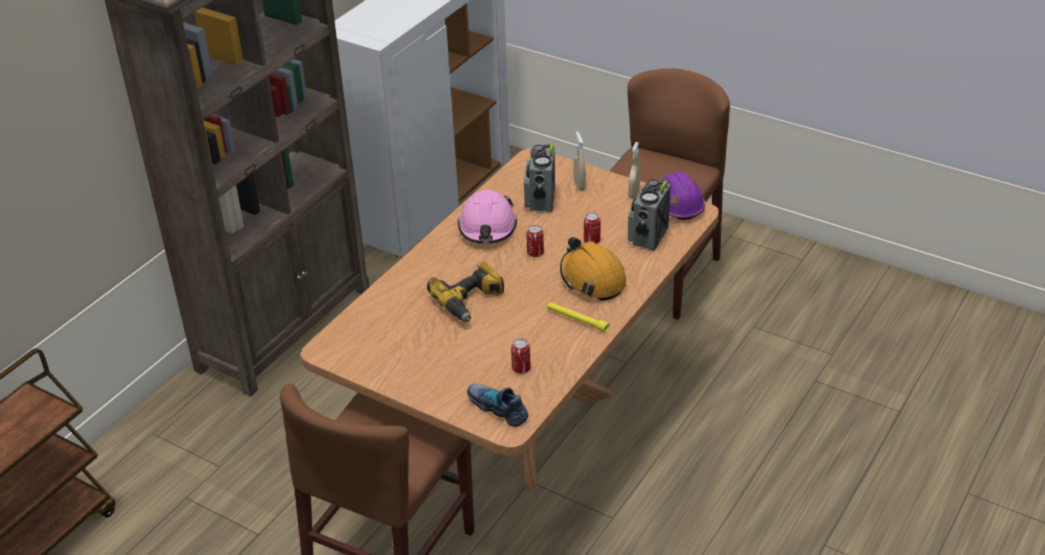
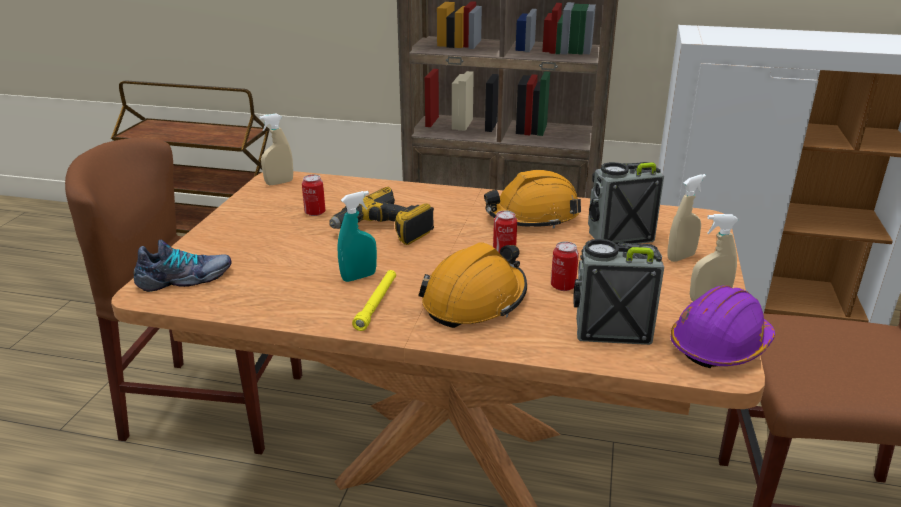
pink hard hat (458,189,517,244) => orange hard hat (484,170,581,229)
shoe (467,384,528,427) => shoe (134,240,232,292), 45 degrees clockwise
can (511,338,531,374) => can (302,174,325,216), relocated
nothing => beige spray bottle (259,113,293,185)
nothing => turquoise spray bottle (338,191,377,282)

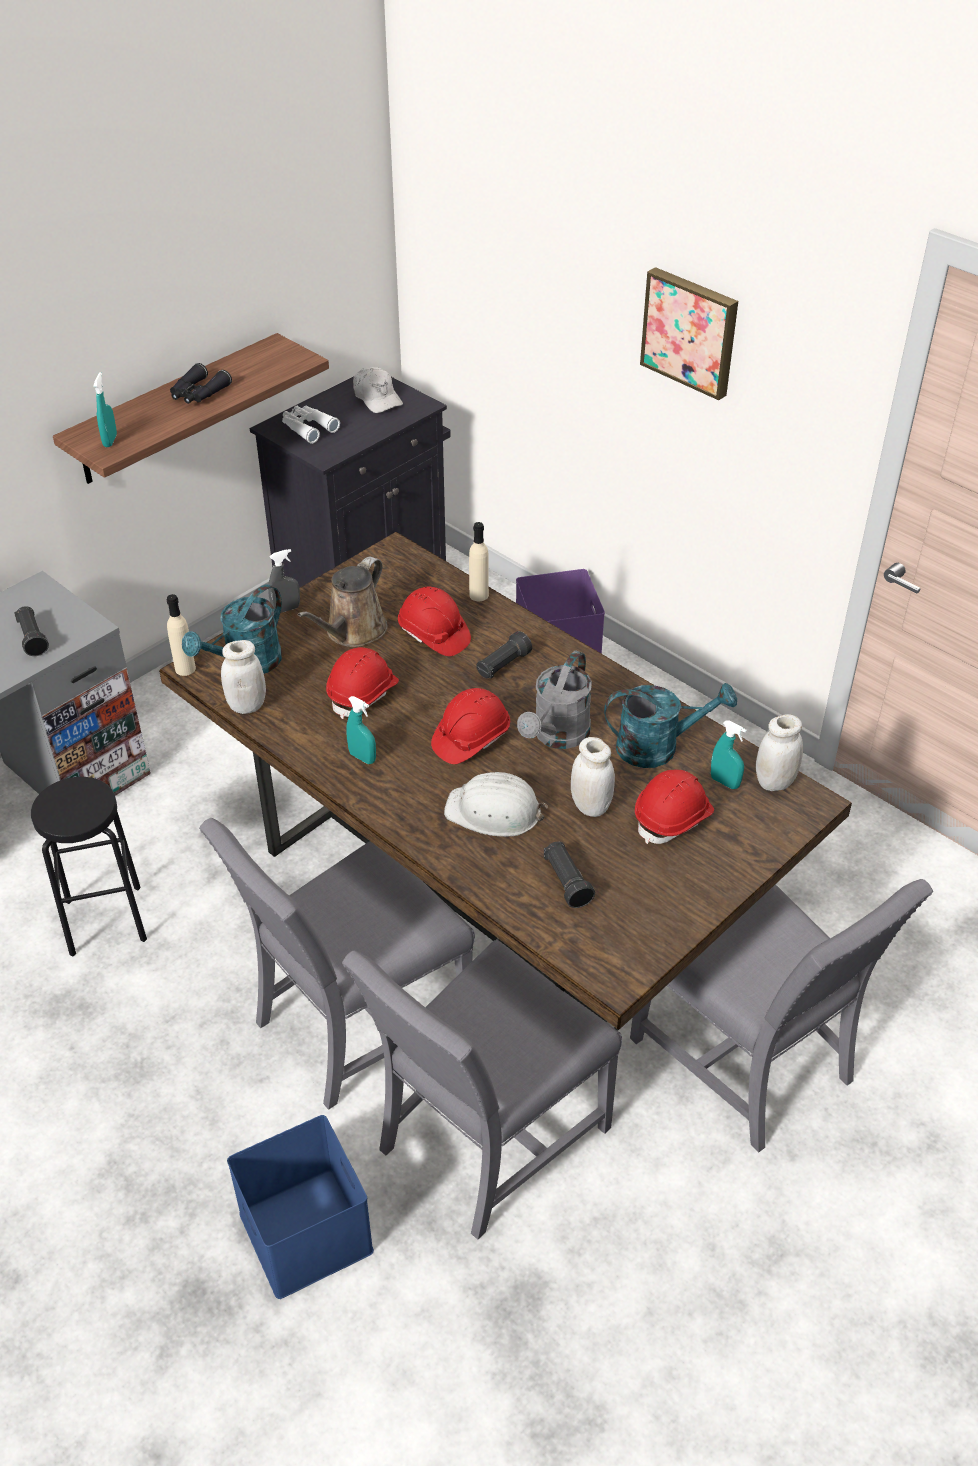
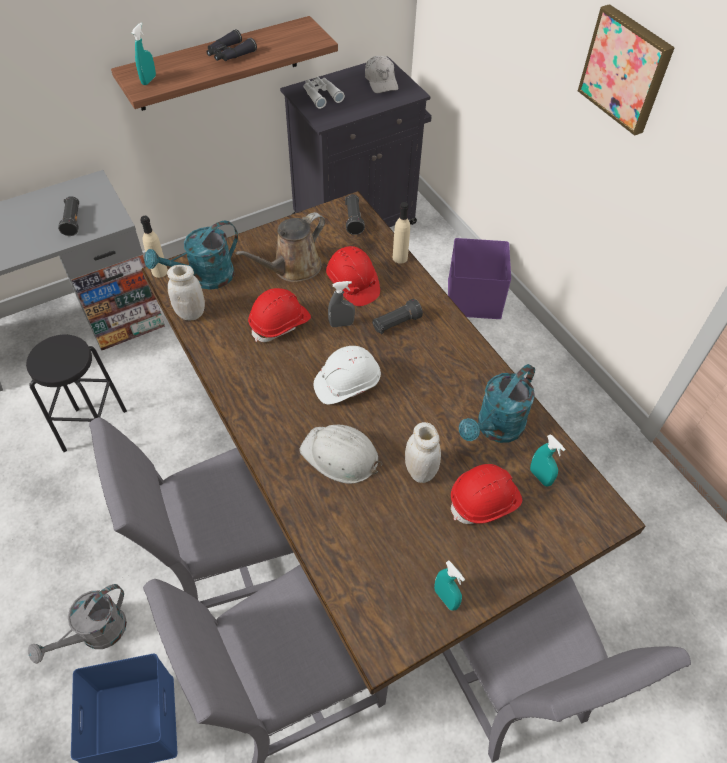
grey spray bottle (268,549,300,613) => grey spray bottle (328,281,355,327), relocated
turquoise spray bottle (346,696,376,764) => turquoise spray bottle (434,561,465,611), relocated
red hard hat (431,688,510,764) => white hard hat (314,346,381,405)
grey watering can (517,650,592,749) => grey watering can (28,584,127,664), relocated
black flashlight (544,841,595,908) => black flashlight (345,194,365,235), relocated
turquoise watering can (604,683,737,768) => turquoise watering can (459,364,535,443), 120 degrees clockwise
white jar (756,714,803,791) => nothing

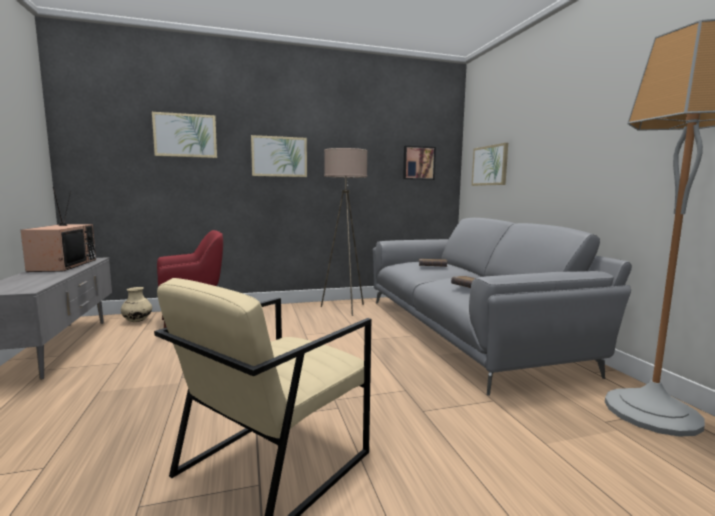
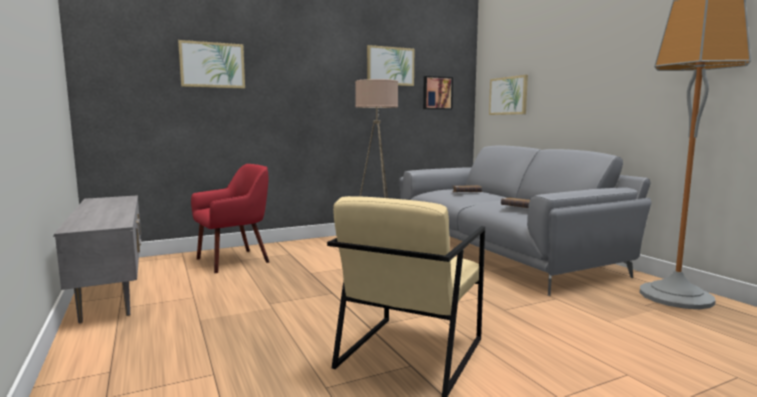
television (21,187,96,272) => nothing
beige vase (121,287,152,322) => nothing
picture (251,135,307,177) => picture (367,45,414,86), relocated

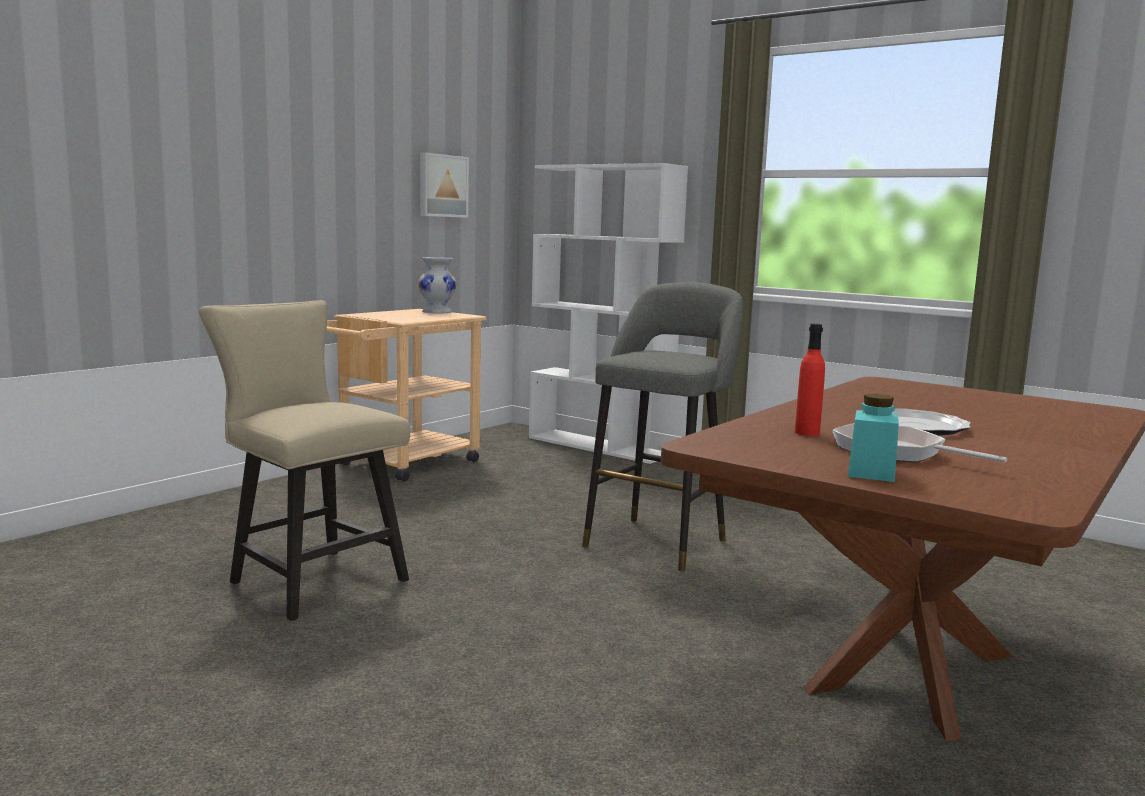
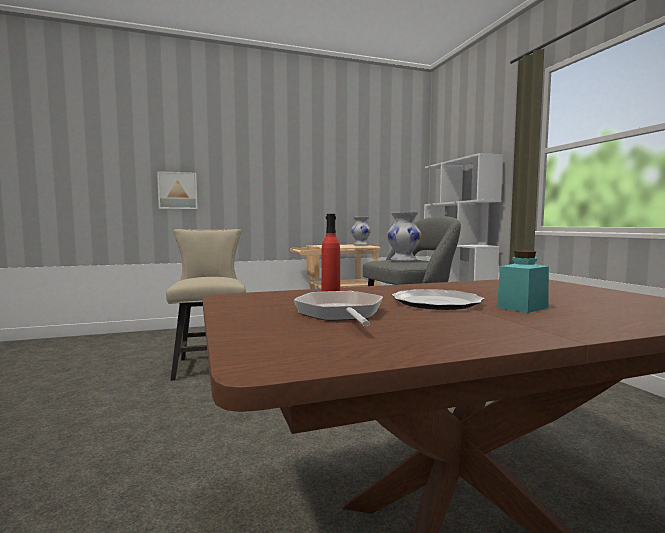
picture (420,153,469,218) => picture (157,171,198,209), relocated
turquoise jar (848,394,899,482) => turquoise jar (497,251,549,313), relocated
nothing => white vase (387,212,421,261)

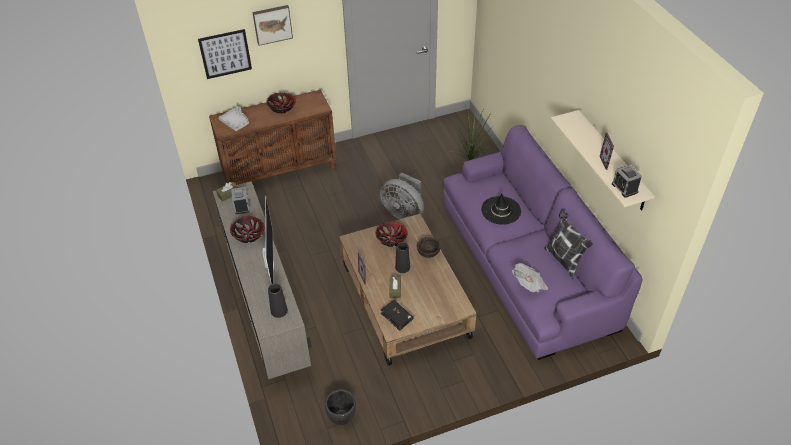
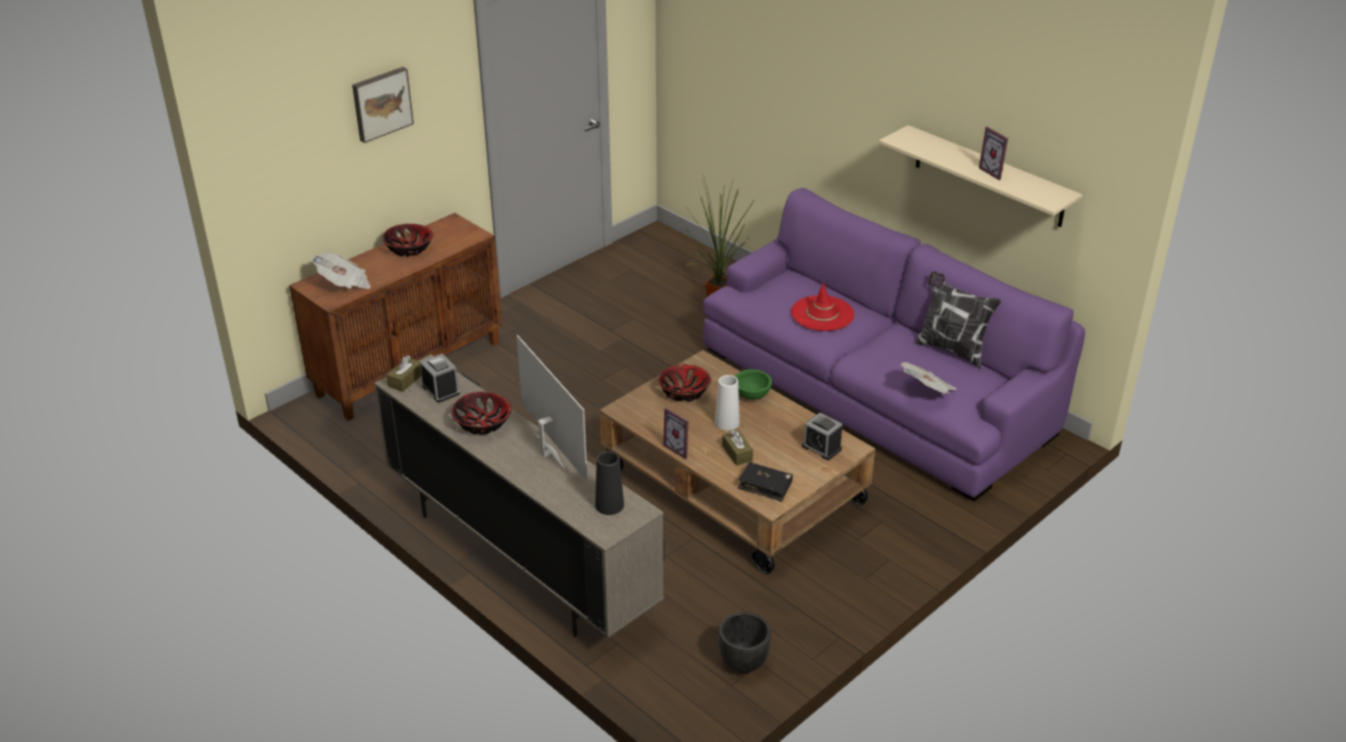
picture (198,29,252,79) => nothing
grey tray (219,106,249,131) => newspaper (311,253,371,289)
grey fan (380,172,424,219) => nothing
black vase (395,242,410,273) => white vase (715,375,740,430)
brown bowl (417,237,441,258) => green bowl (735,369,772,400)
black hat (481,194,521,225) => red hat (791,282,854,331)
alarm clock (612,165,642,198) => alarm clock (802,413,842,460), relocated

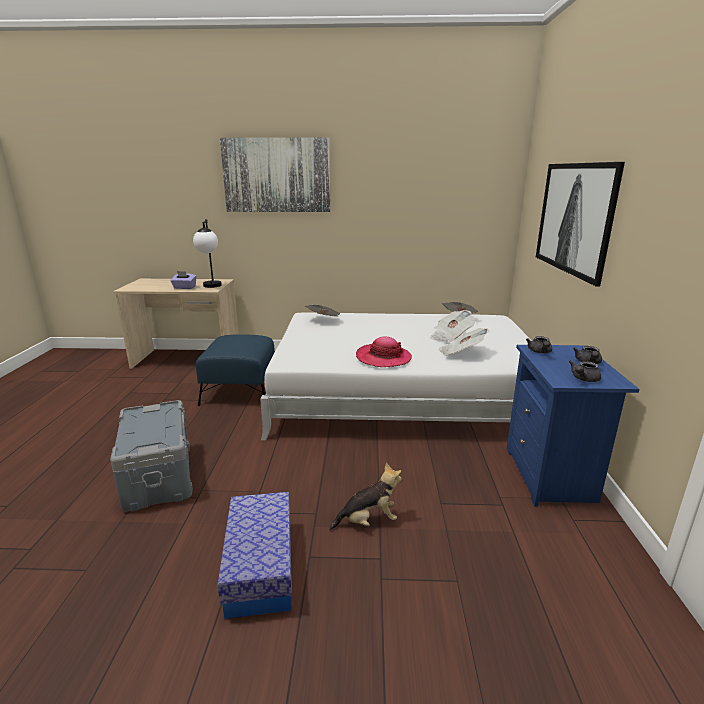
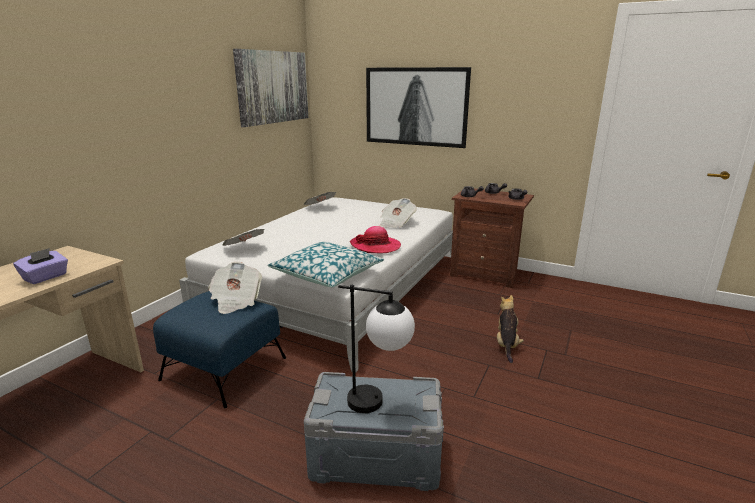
table lamp (193,219,222,288) => table lamp (338,285,415,413), relocated
storage box (217,492,292,619) => nothing
picture (220,137,331,212) => picture (233,49,308,127), relocated
newspaper (430,310,475,342) => newspaper (208,262,262,314), relocated
blue nightstand (507,345,639,507) => brown nightstand (450,189,534,288)
nothing => pillow (268,242,384,287)

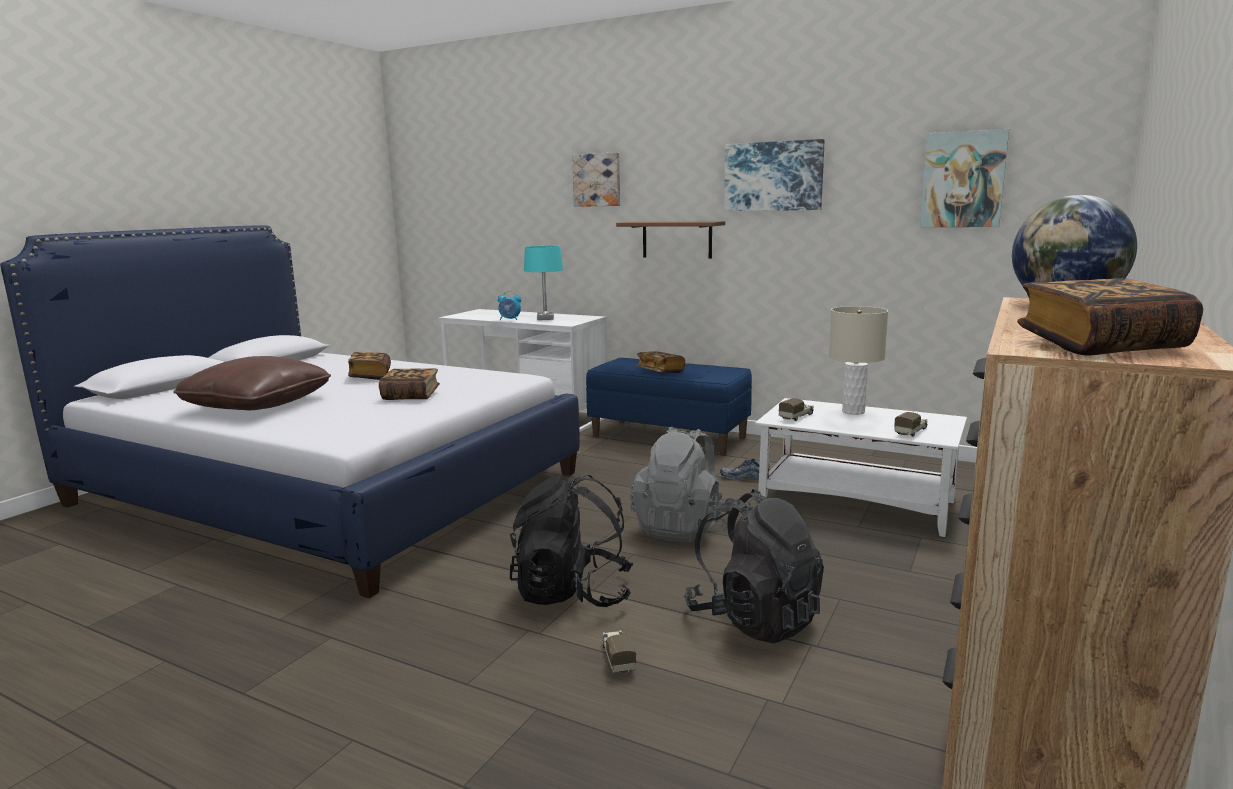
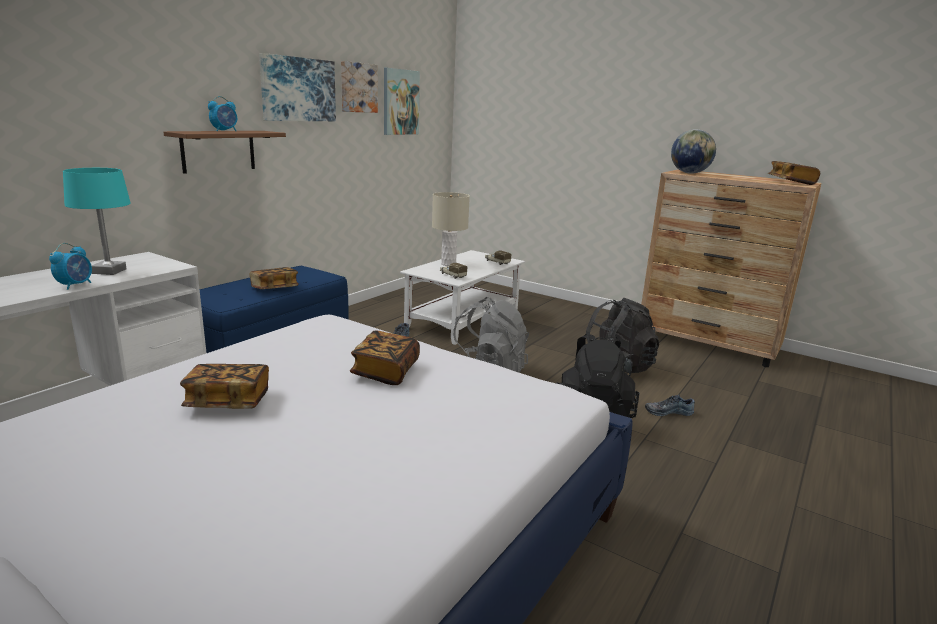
brown pillow (173,356,331,410) => nothing
picture (572,152,620,207) => picture (341,61,378,113), relocated
toy truck (602,630,636,675) => shoe (645,395,695,416)
nothing => alarm clock (208,96,237,131)

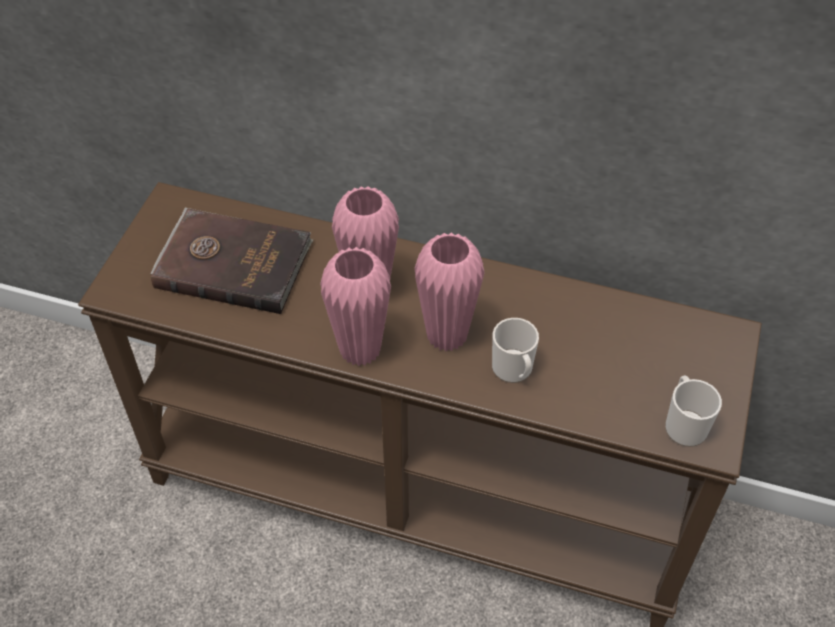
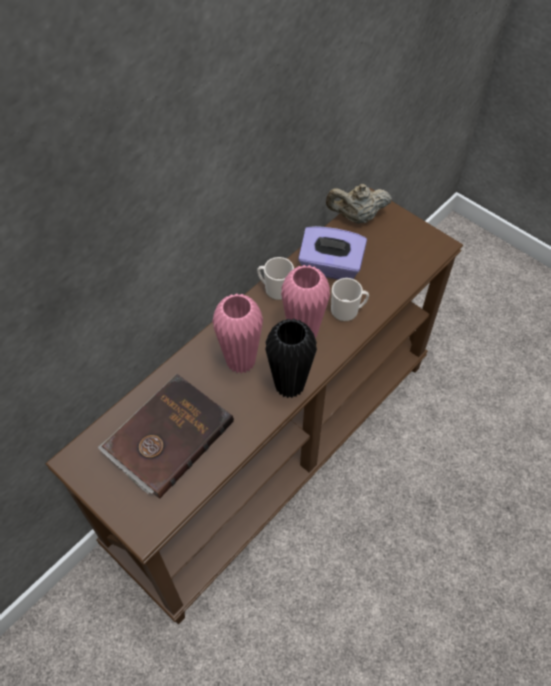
pink vase (320,247,391,366) => black vase (265,319,317,398)
mug (665,376,722,447) => mug (257,257,294,300), relocated
nothing => purple tissue box (298,226,367,280)
nothing => beige teapot (326,184,392,224)

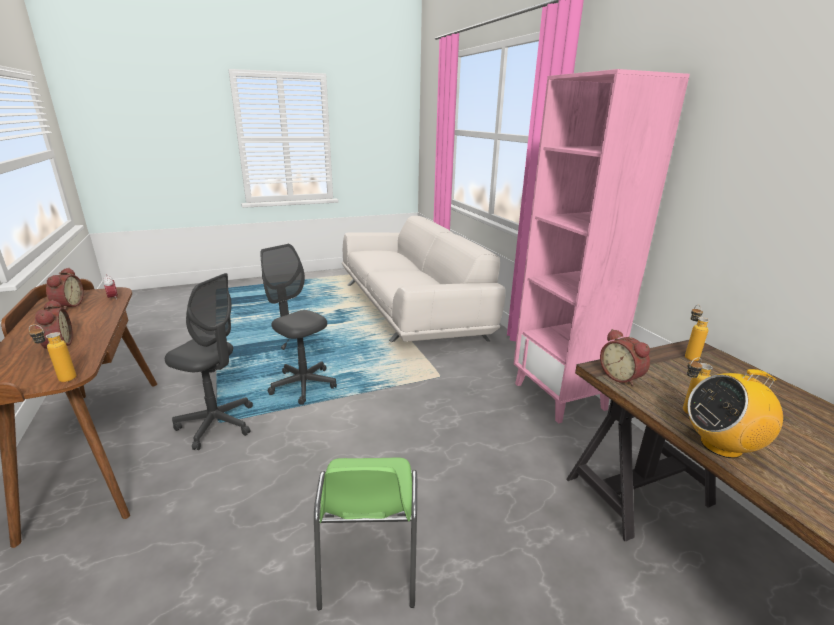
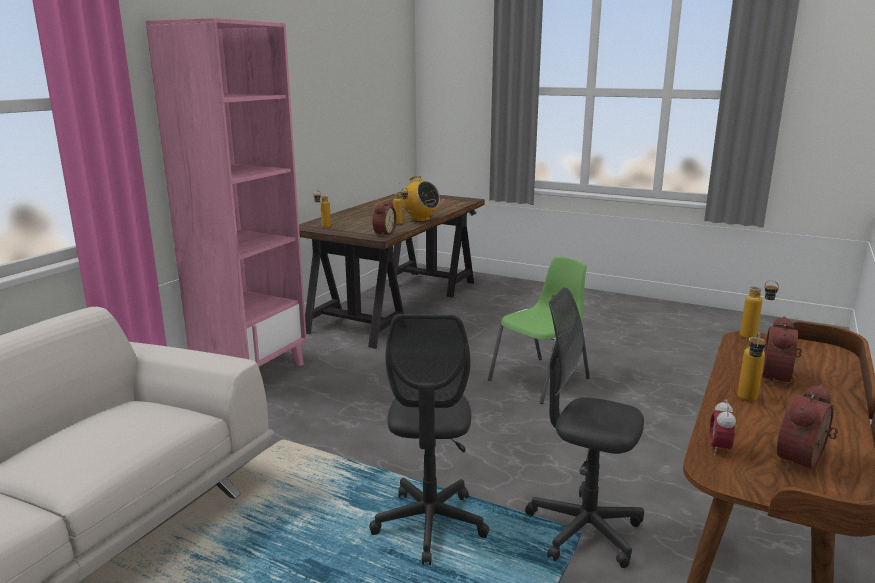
grey office chair (165,273,253,450) => grey office chair (525,287,644,568), 45 degrees counterclockwise
nothing => bottle (737,332,766,401)

